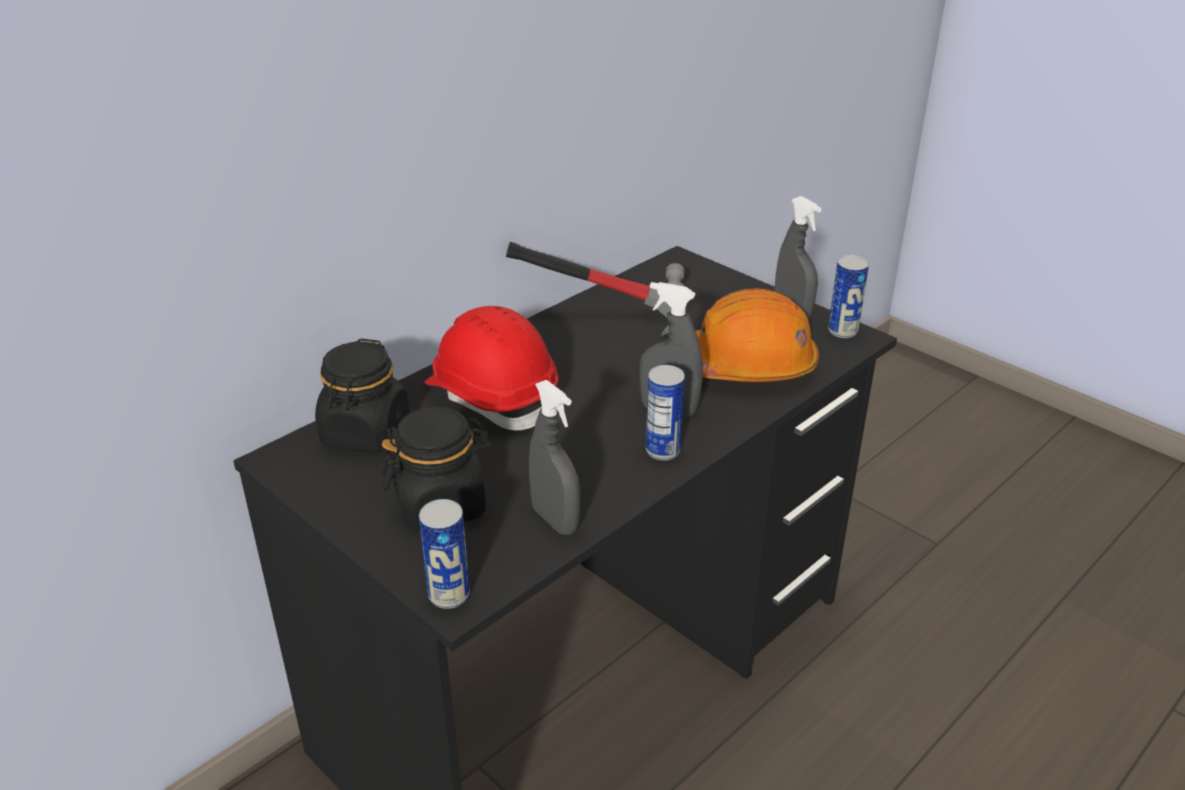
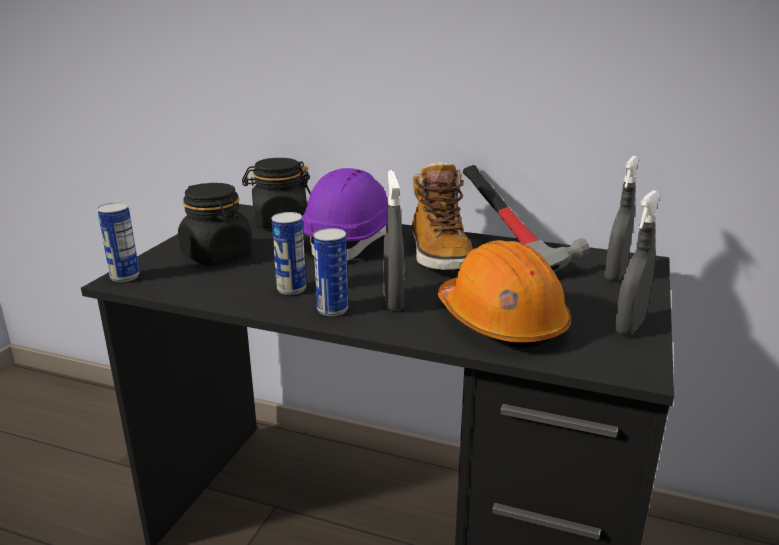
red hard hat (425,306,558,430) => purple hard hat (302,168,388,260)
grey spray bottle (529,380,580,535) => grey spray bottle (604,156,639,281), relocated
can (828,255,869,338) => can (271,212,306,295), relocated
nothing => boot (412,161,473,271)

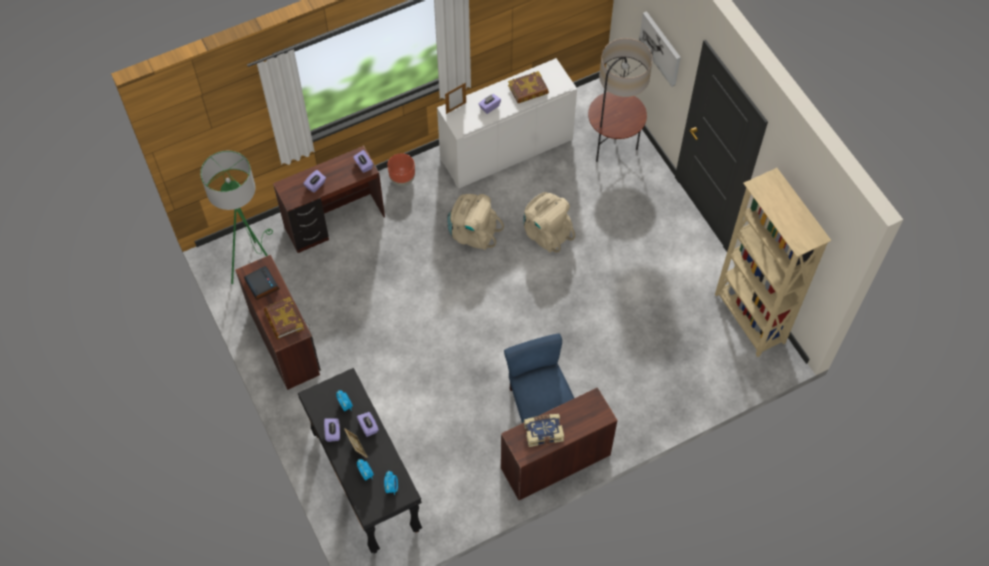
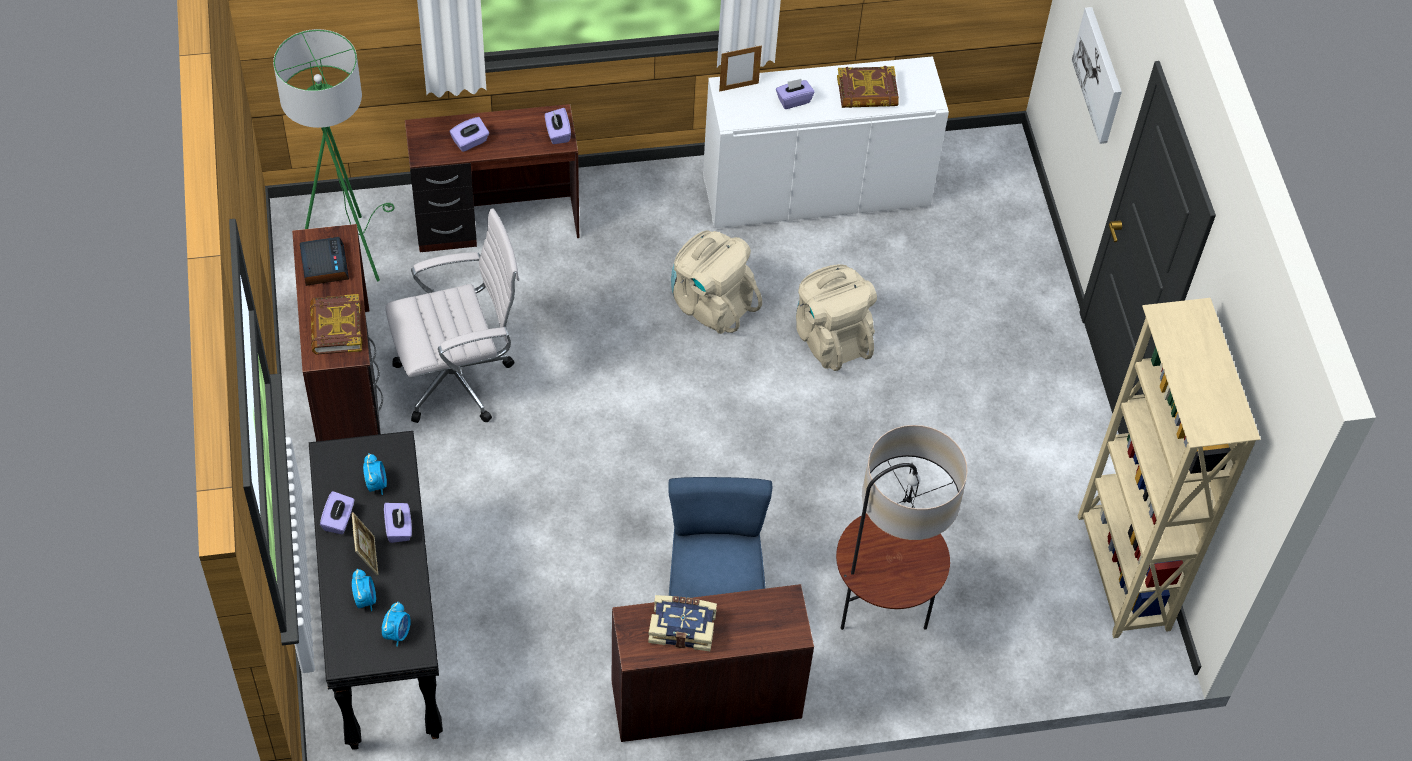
brown planter (388,153,415,186) => nothing
floor lamp (588,38,652,162) => floor lamp (836,425,968,630), relocated
nothing => white office chair (385,209,519,423)

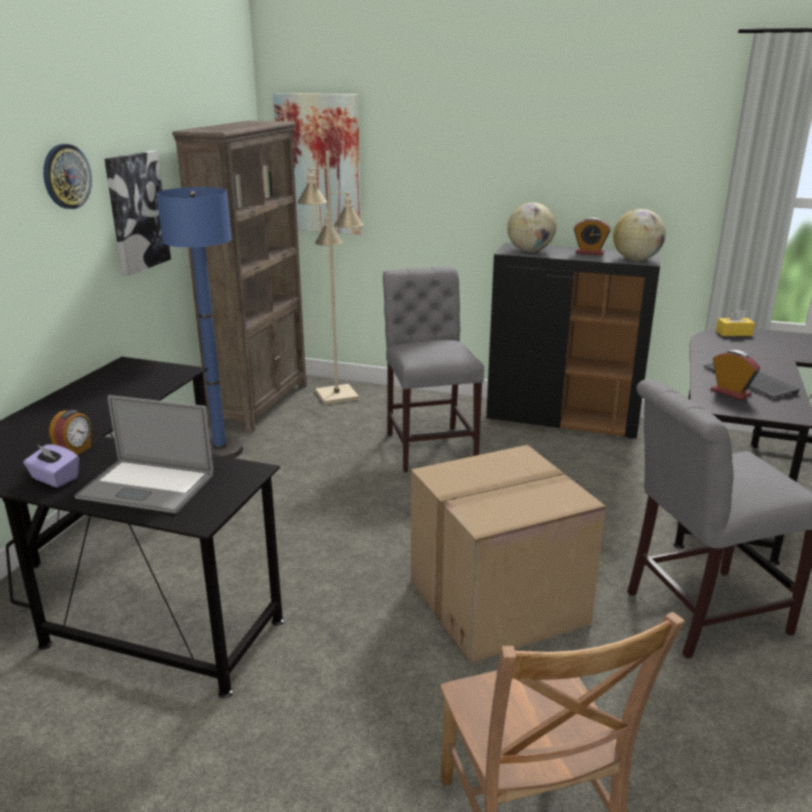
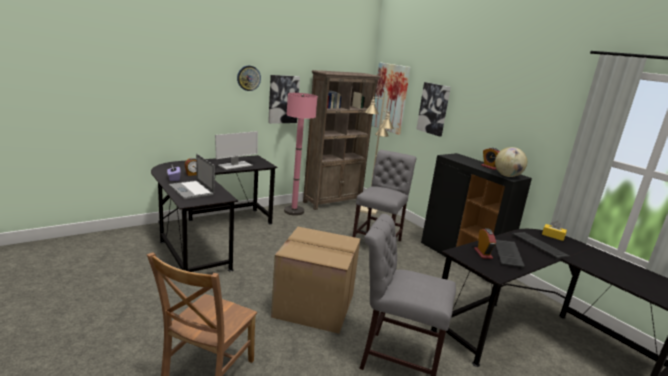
blue floor lamp (156,187,243,458) => pink floor lamp (284,93,318,216)
globe (507,202,556,252) => nothing
nothing => monitor (215,131,258,170)
nothing => picture (417,82,451,137)
nothing => keyboard (512,232,571,260)

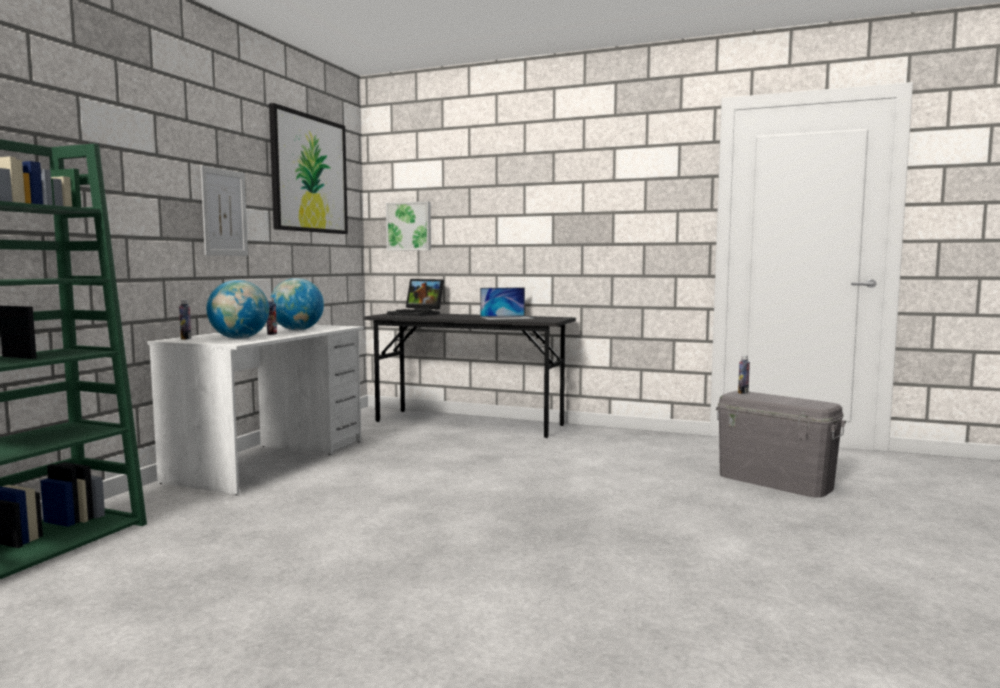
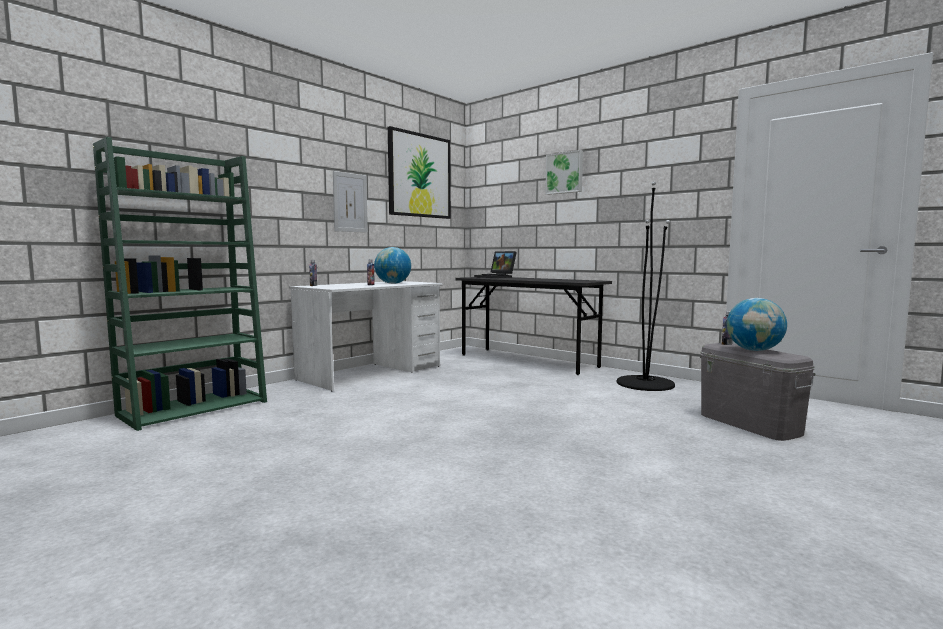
globe (206,280,269,339) => globe (727,298,787,351), relocated
picture (386,201,431,251) => picture (545,150,583,195), relocated
laptop (480,287,534,320) => nothing
nothing => black floor lamp (617,181,675,391)

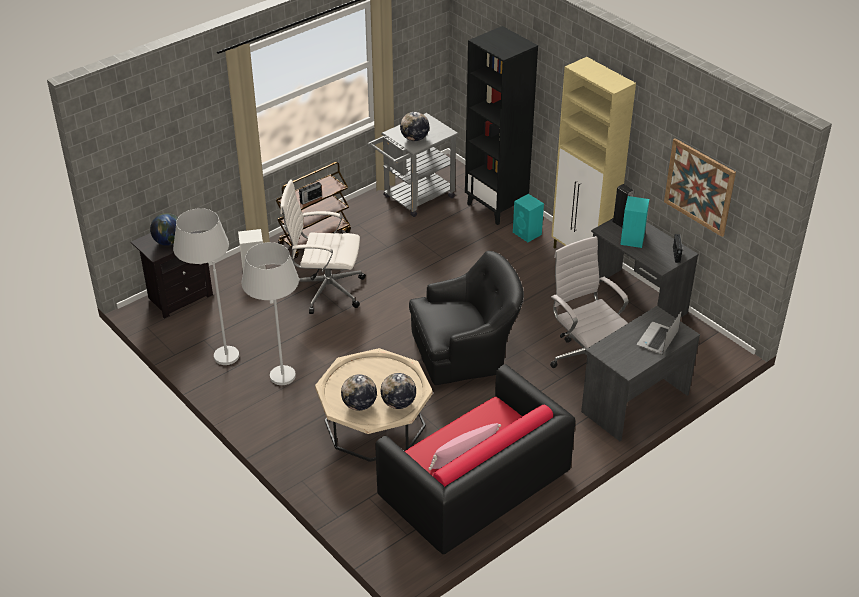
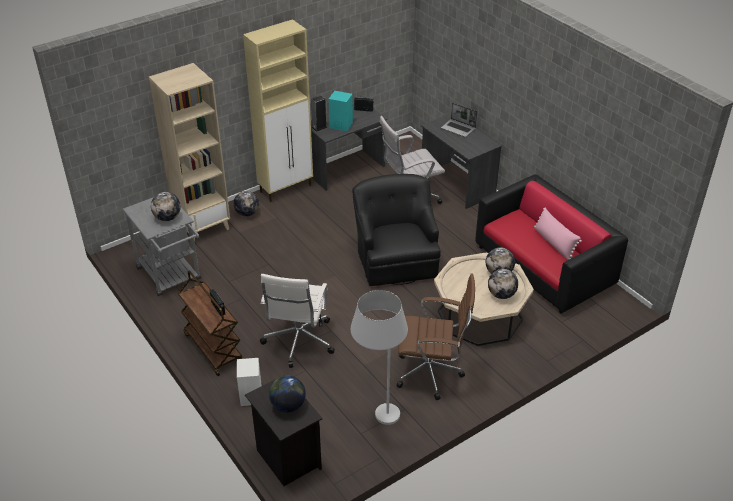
white floor lamp (242,242,299,385) => brown office chair (397,274,475,400)
black bookcase (465,26,538,225) => beige bookcase (149,63,230,243)
turquoise speaker (513,194,544,242) => globe (234,191,259,217)
picture (664,138,736,237) => nothing

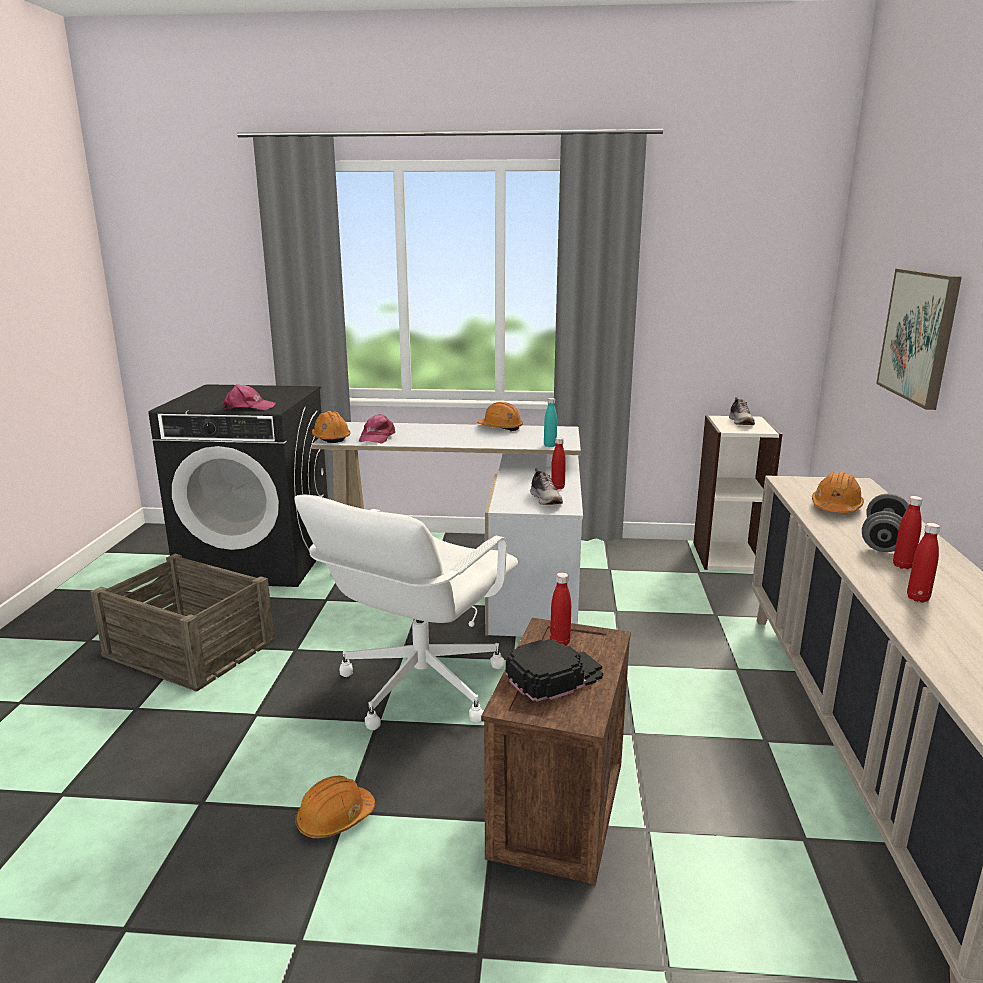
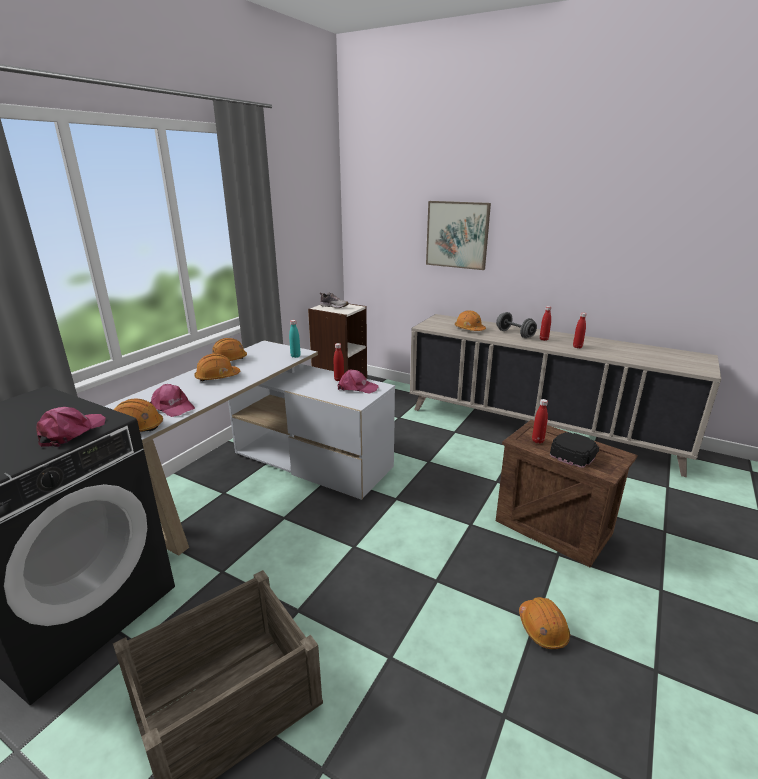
white office chair (295,495,518,730) => nothing
black cap (506,639,603,702) => black cap (550,432,599,468), 45 degrees clockwise
shoe (530,468,563,505) => pink cap (338,370,379,393)
nothing => orange hard hat (194,353,240,381)

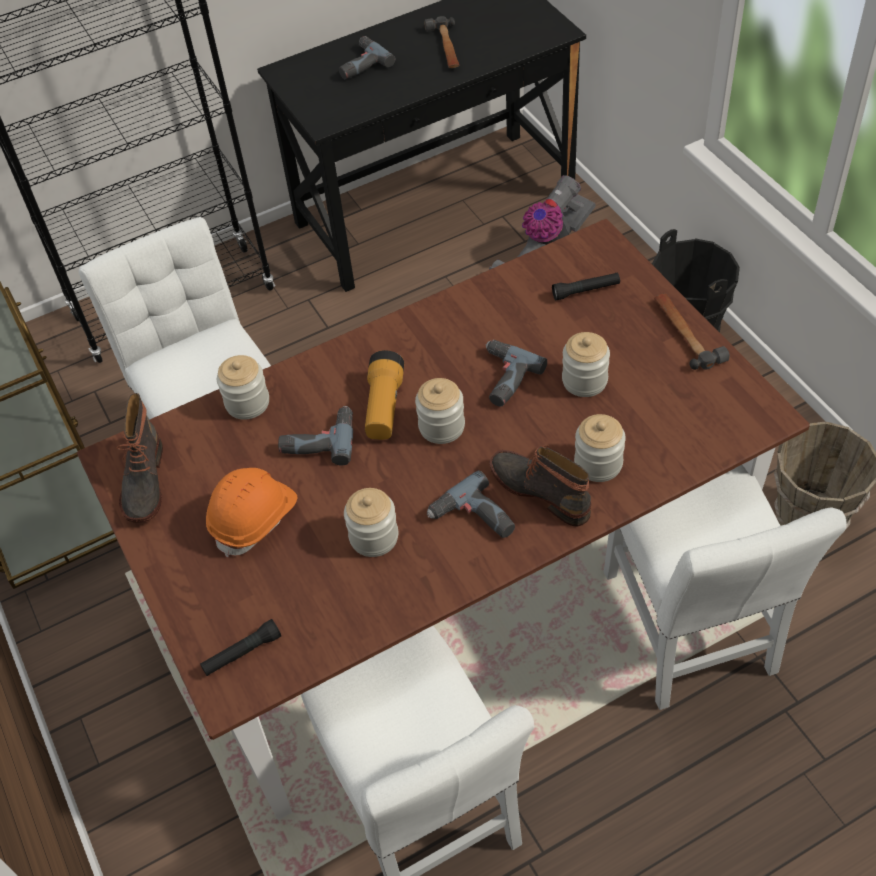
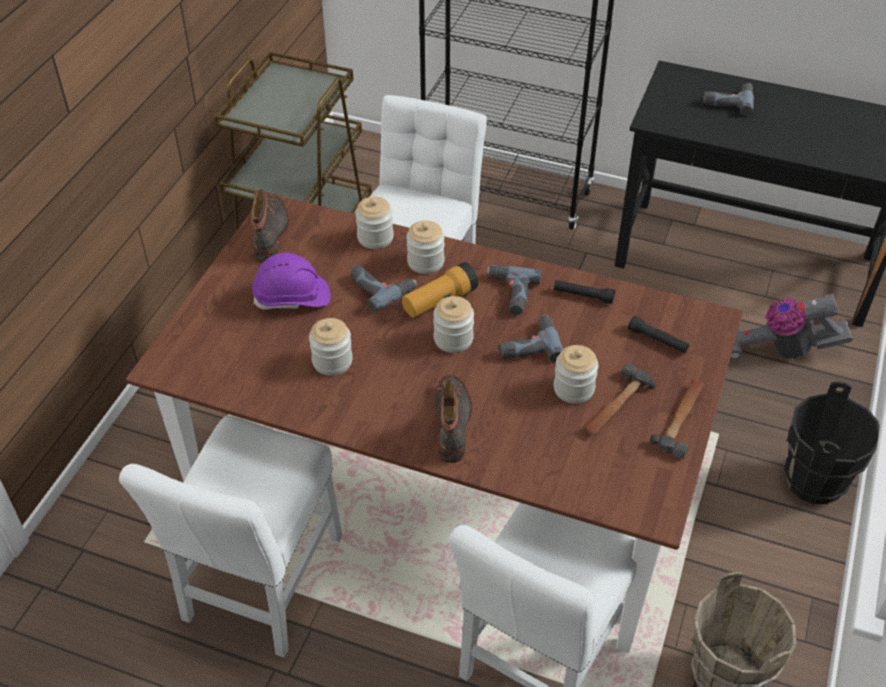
boot (117,393,163,523) => boot (251,190,289,262), 135 degrees clockwise
black flashlight (200,619,281,676) => black flashlight (554,280,615,304), relocated
orange hard hat (206,468,297,557) => purple hard hat (252,253,331,310)
hammer (424,16,459,68) => hammer (584,363,656,435), relocated
power drill (427,470,515,538) => power drill (486,265,542,315), relocated
jar (574,414,626,482) => jar (406,220,445,274), relocated

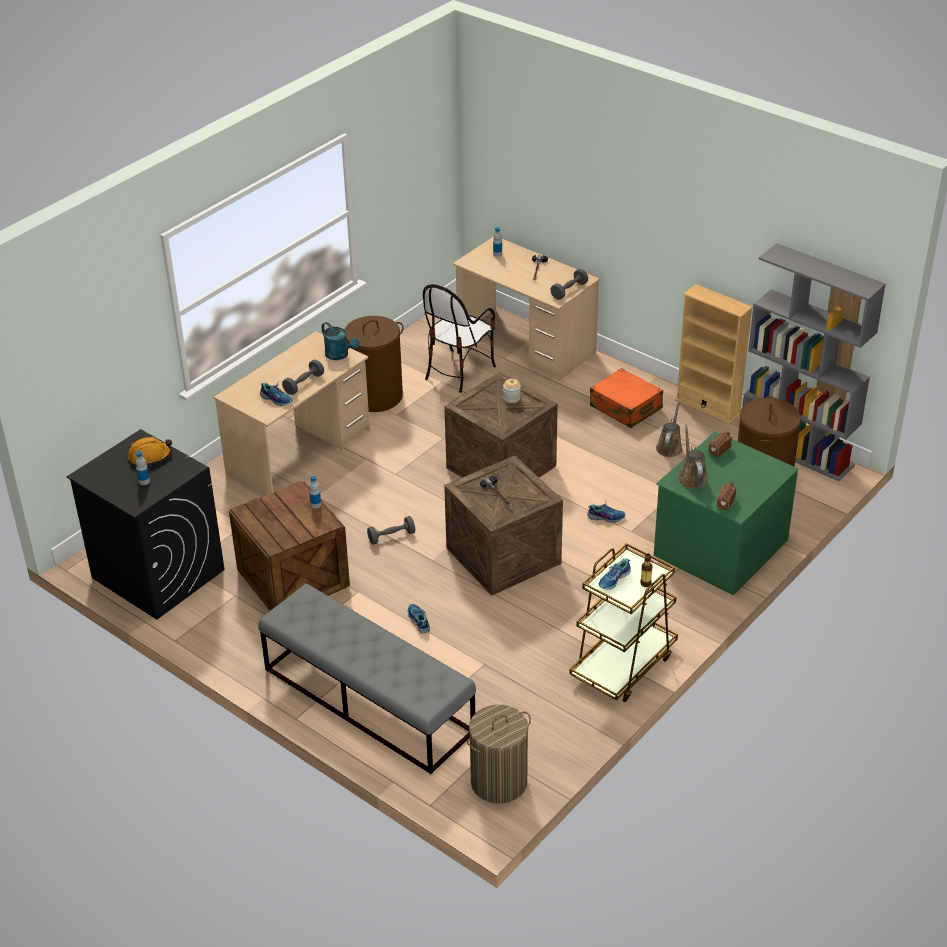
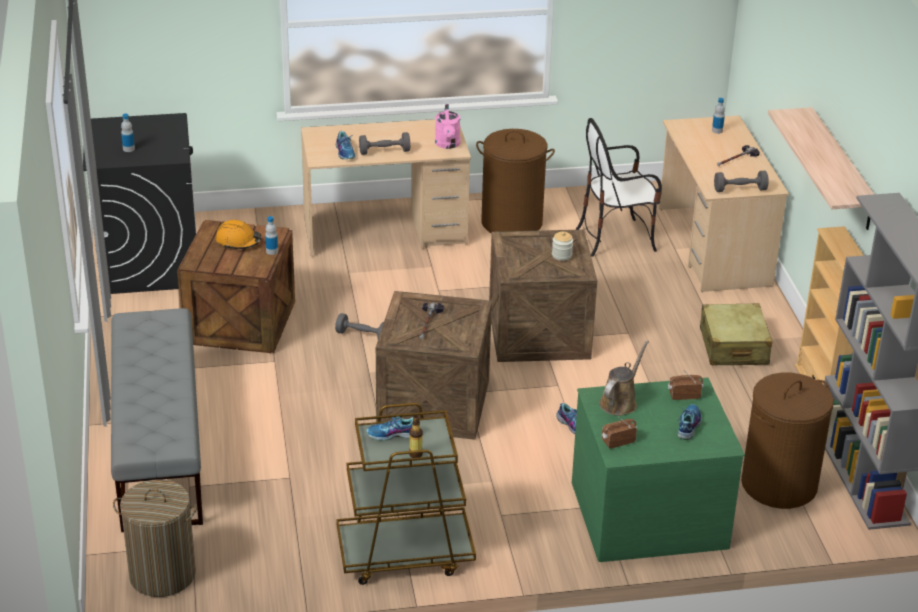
orange hard hat (128,437,172,466) => orange hard hat (215,220,261,249), relocated
turquoise watering can (322,322,359,360) => pink watering can (435,104,460,149)
shoe (408,604,430,634) => shoe (678,404,702,440), relocated
orange suitcase (590,368,663,428) => beige suitcase (700,303,773,365)
brown watering can (656,400,683,457) => nothing
nothing => shelf (768,107,874,230)

